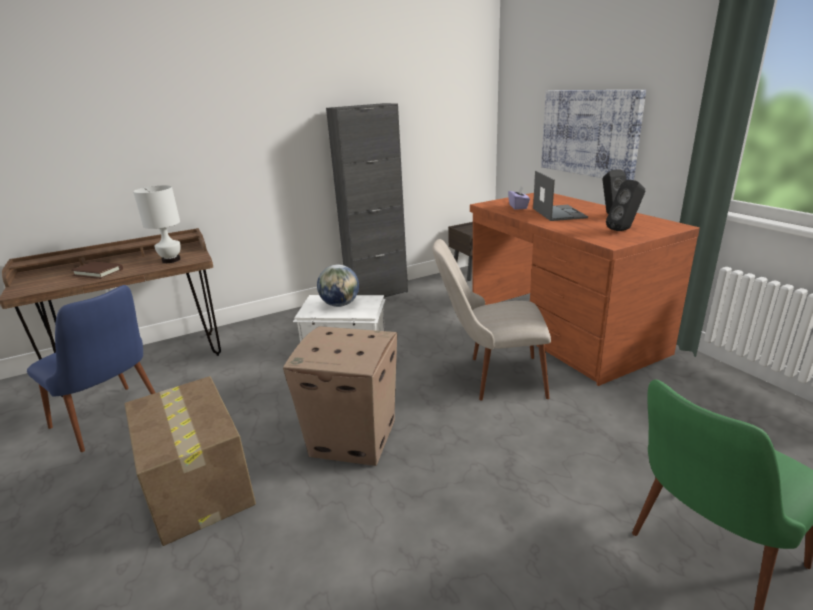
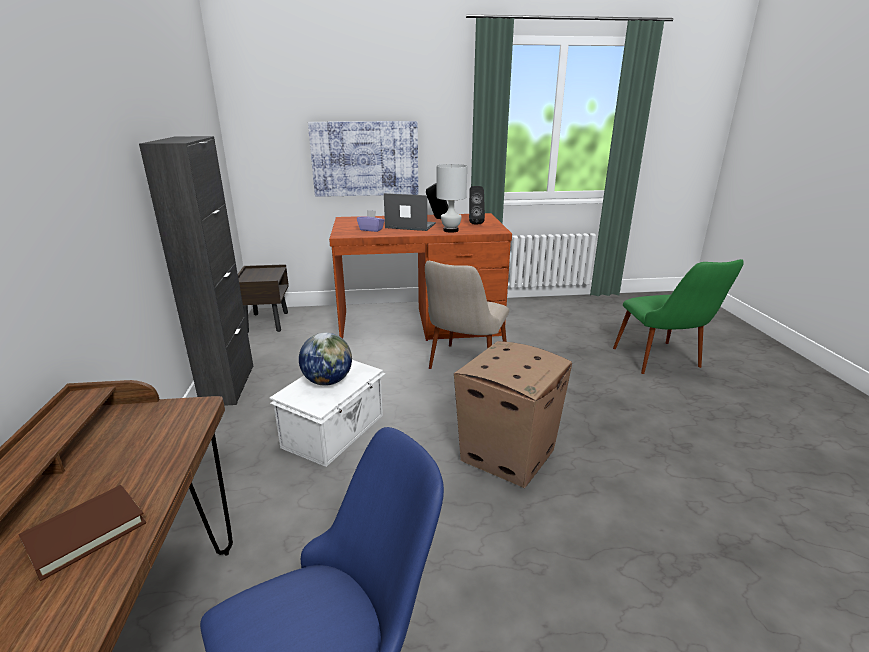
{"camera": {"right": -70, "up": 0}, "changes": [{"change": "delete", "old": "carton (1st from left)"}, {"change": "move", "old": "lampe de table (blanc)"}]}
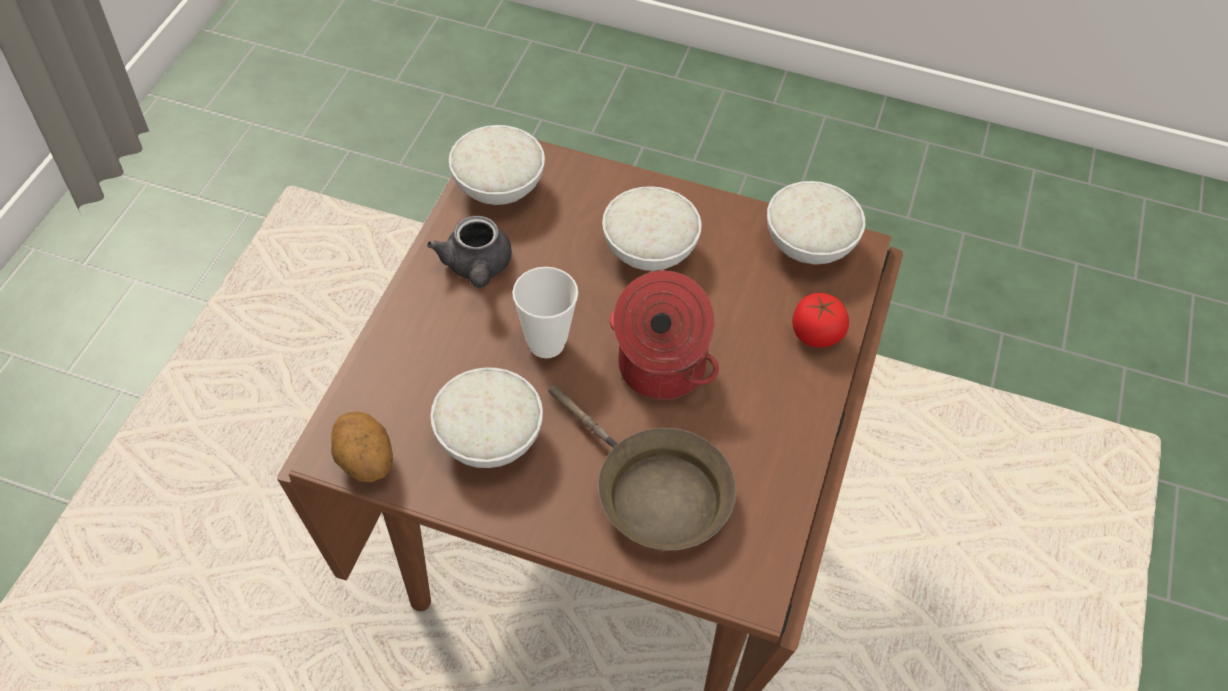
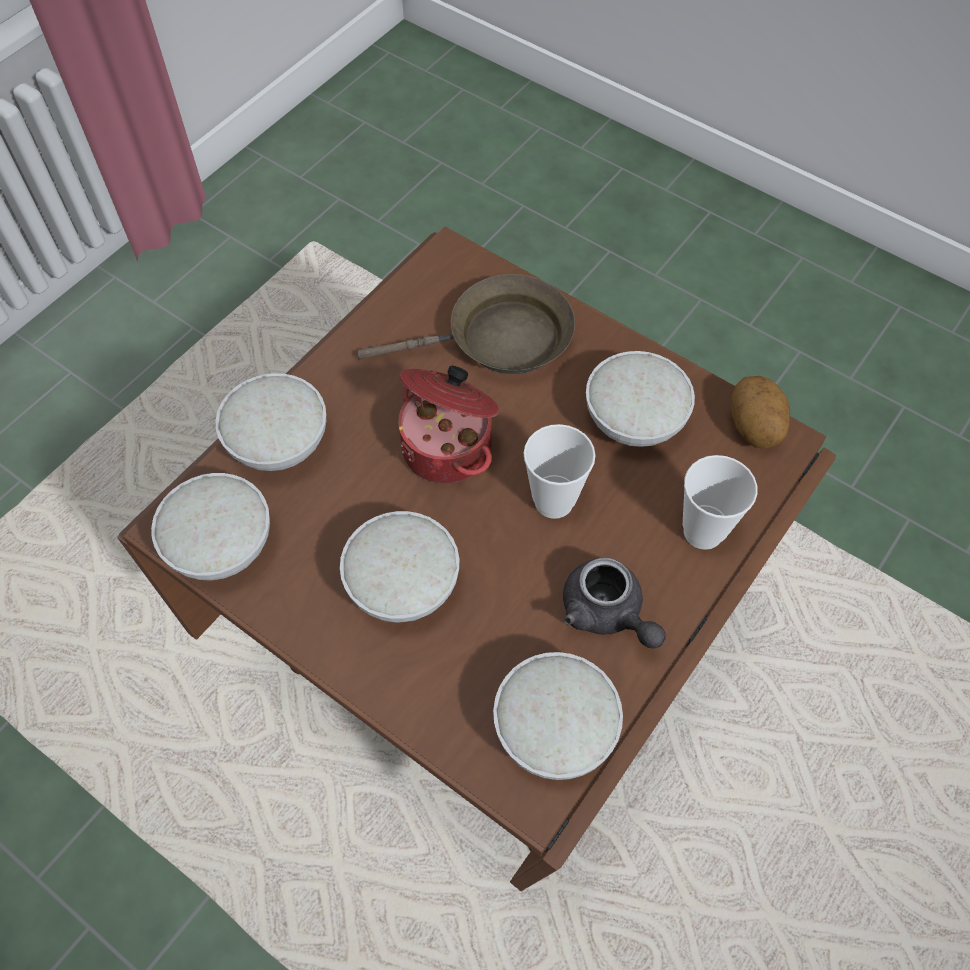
{"camera": {"right": -160, "up": 5}, "changes": [{"change": "rotate", "old": "théière (gris)", "degrees": 135}, {"change": "rotate", "old": "poêle (marron)", "degrees": 105}, {"change": "replace", "old": "tomate", "new": "bol (blanc) (2nd from left)"}, {"change": "insert", "new": "tasse (2nd from left)"}]}
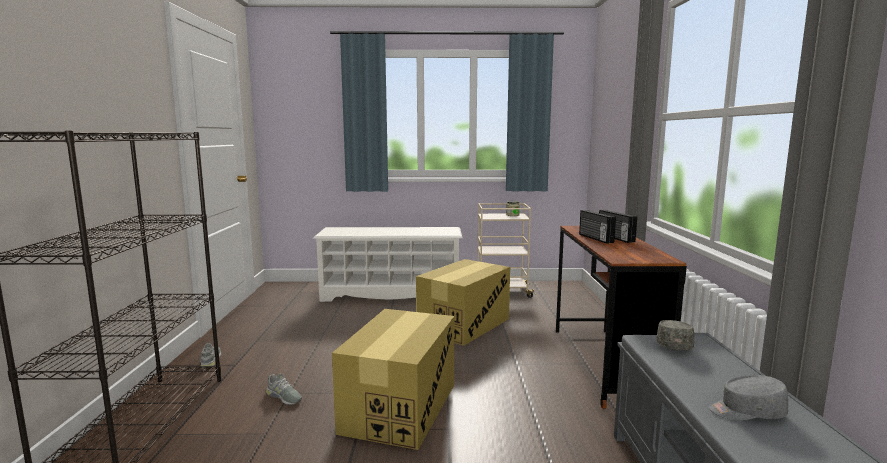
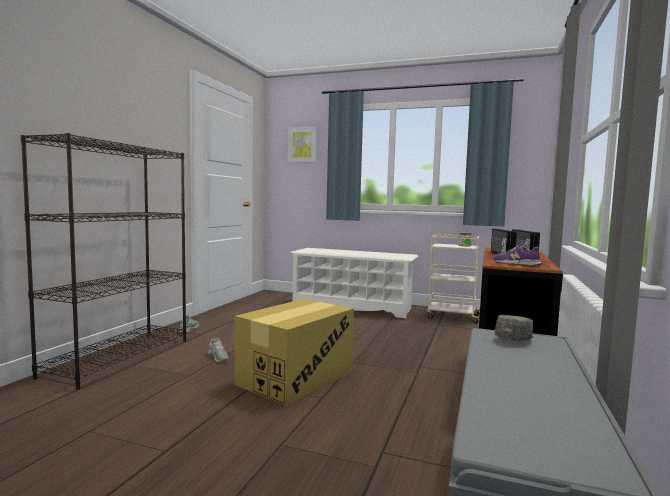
{"camera": {"right": 20, "up": -5}, "changes": [{"change": "delete", "old": "carton (2nd from left)"}, {"change": "delete", "old": "casquette (gris) (2nd from left)"}, {"change": "insert", "new": "tableau"}, {"change": "insert", "new": "chaussure (violet)"}]}
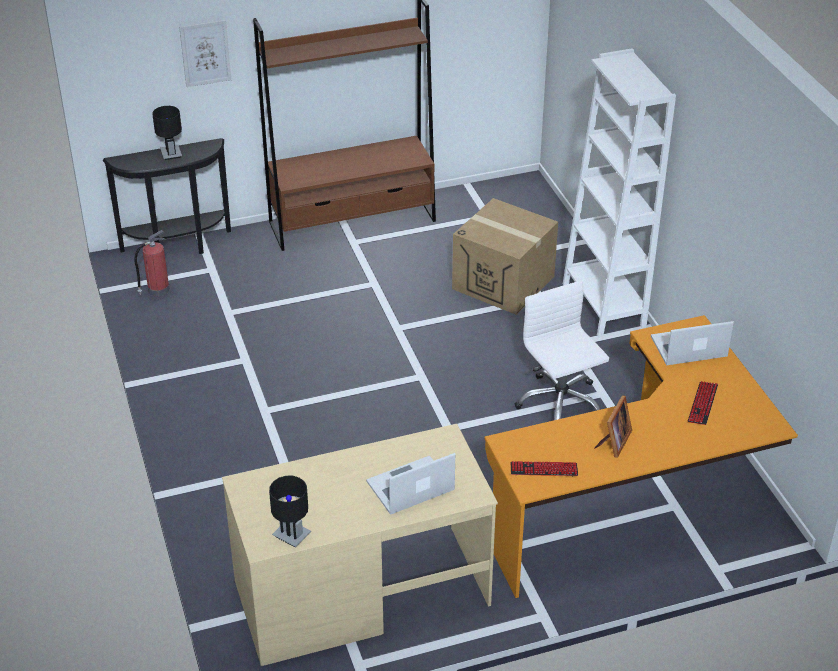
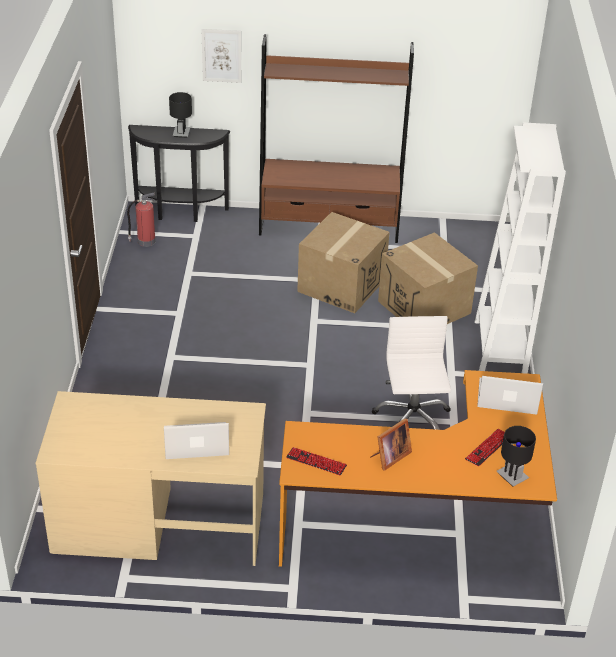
{"camera": {"right": 20, "up": 0}, "changes": [{"change": "move", "old": "lampe de table (noir) (2nd from left)"}, {"change": "insert", "new": "carton (1st from left)"}]}
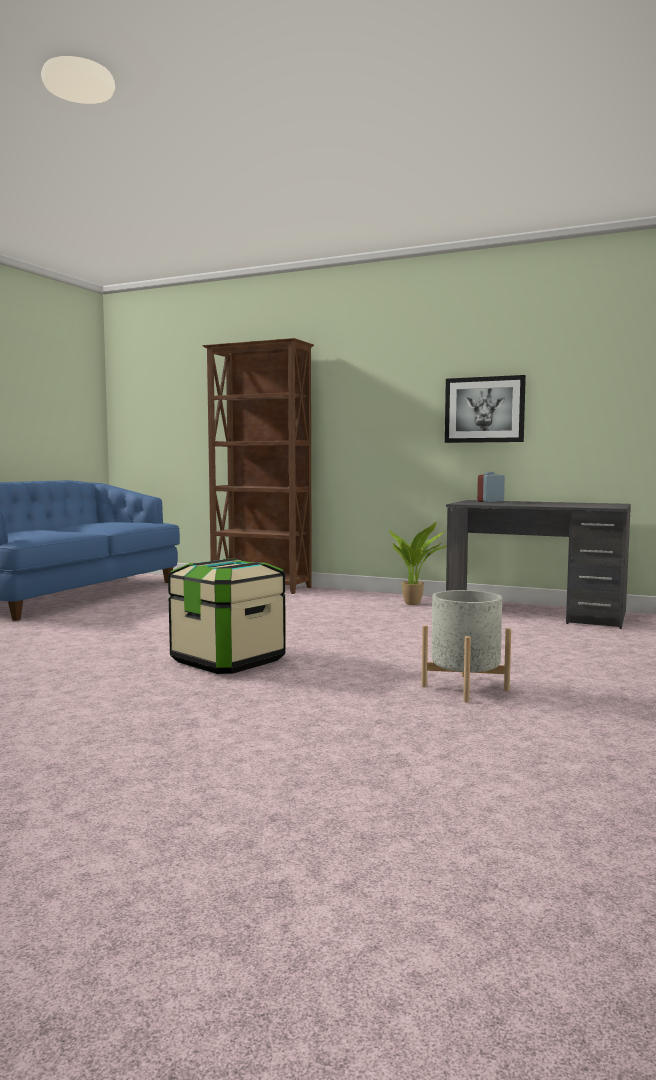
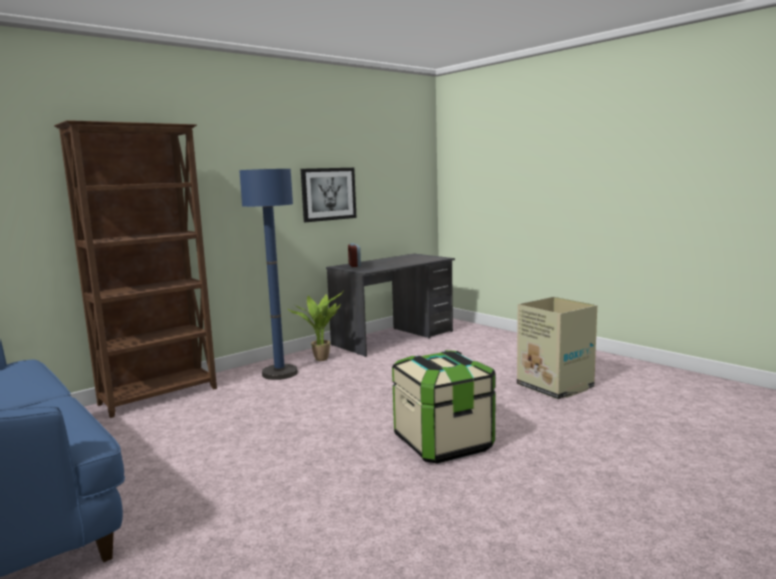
{"camera": {"right": -65, "up": 5}, "changes": [{"change": "replace", "old": "cache-pot (gris)", "new": "carton"}, {"change": "insert", "new": "lampadaire (bleu)"}]}
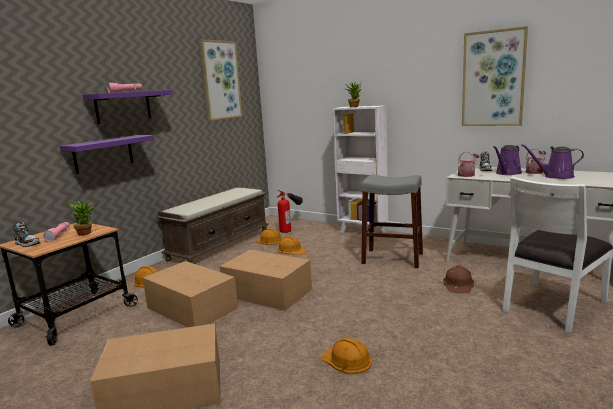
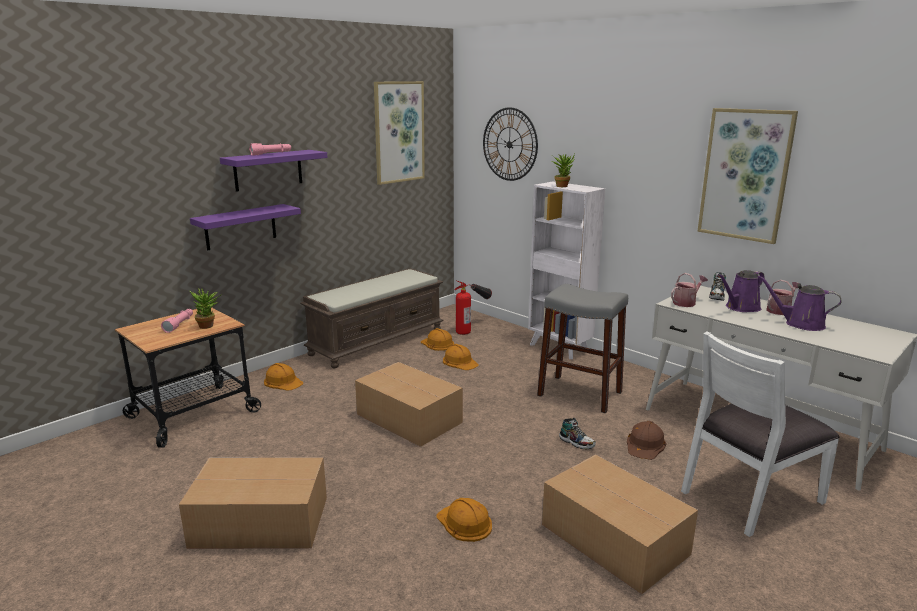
{"camera": {"right": 10, "up": 5}, "changes": [{"change": "move", "old": "chaussure (1st from left)"}, {"change": "move", "old": "carton (2nd from left in the first image)", "new": "carton (3rd from left)"}, {"change": "insert", "new": "horloge murale"}]}
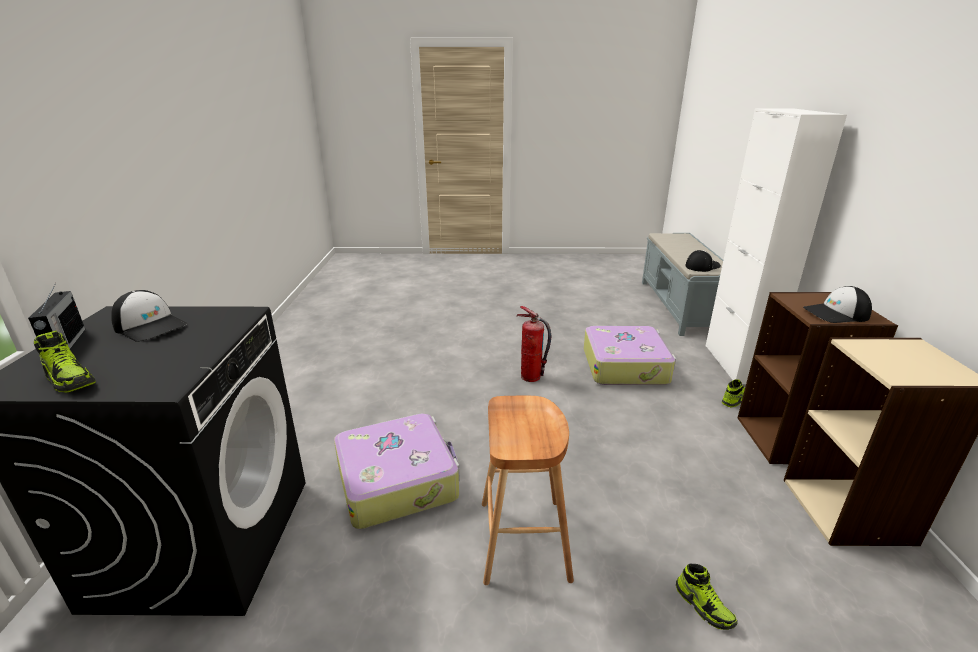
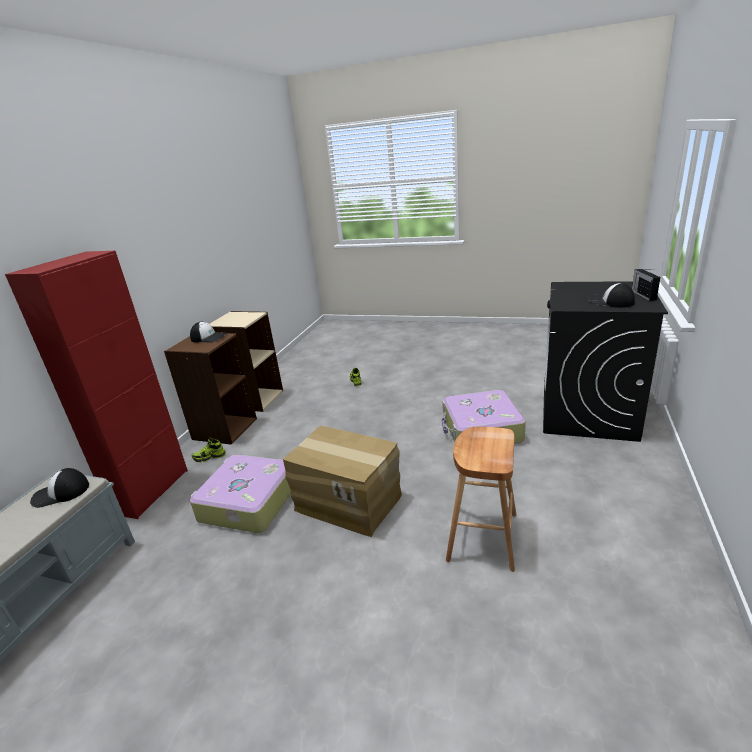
{"camera": {"right": -160, "up": 0}, "changes": [{"change": "delete", "old": "chaussure (1st from left)"}, {"change": "move", "old": "tabouret (marron)"}, {"change": "replace", "old": "extincteur", "new": "carton"}, {"change": "recolor", "old": "meuble de rangement (blanc)", "new": "meuble de rangement (rouge)"}]}
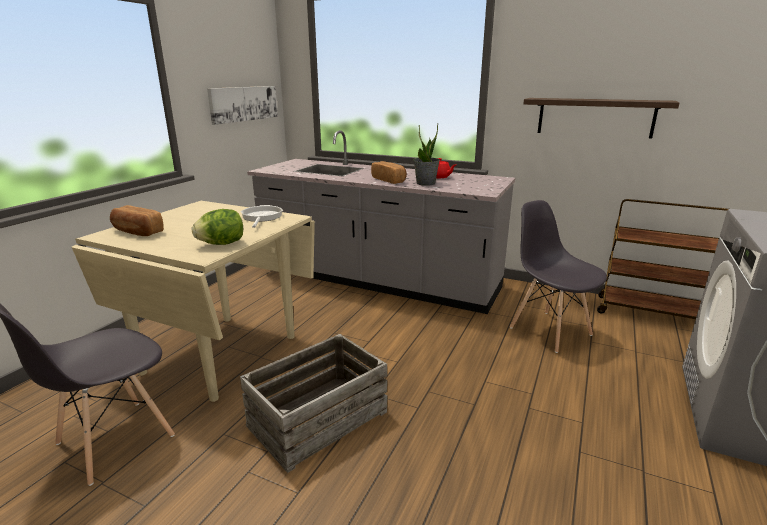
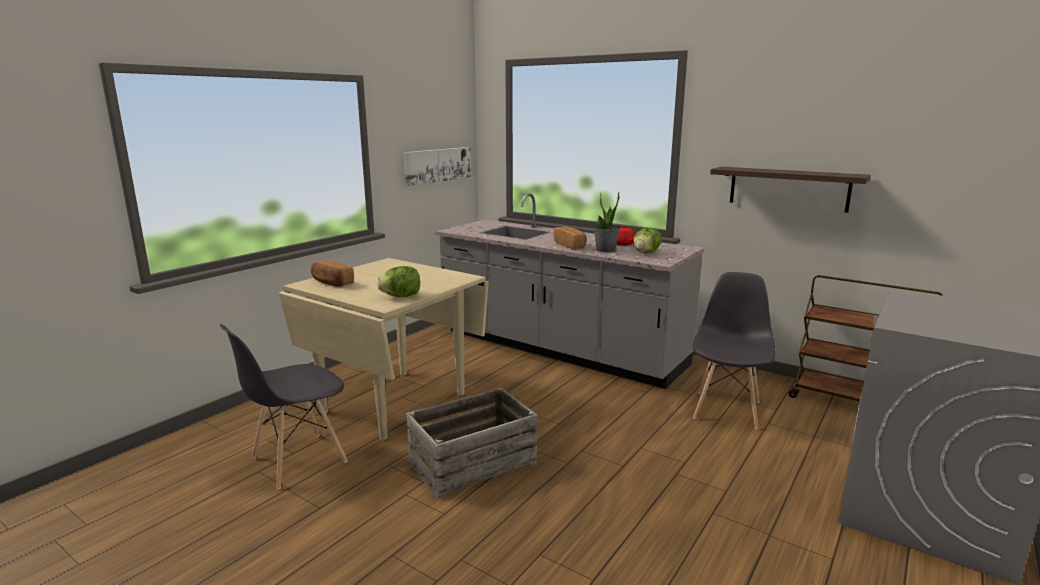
{"camera": {"right": 10, "up": -5}, "changes": [{"change": "delete", "old": "poêle"}, {"change": "rotate", "old": "chaise (gris) (2nd from left)", "degrees": 45}, {"change": "insert", "new": "laitue (2nd from left)"}]}
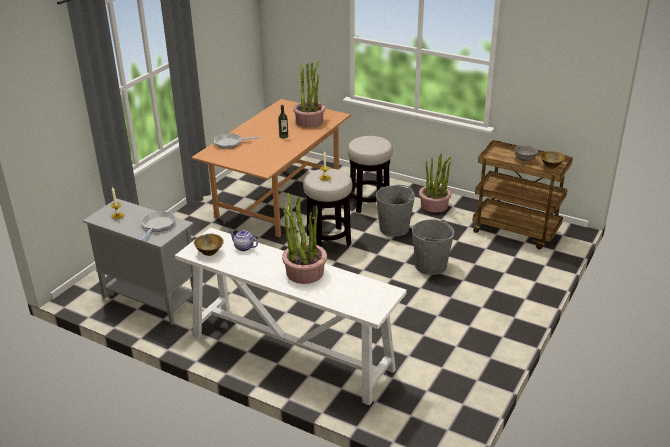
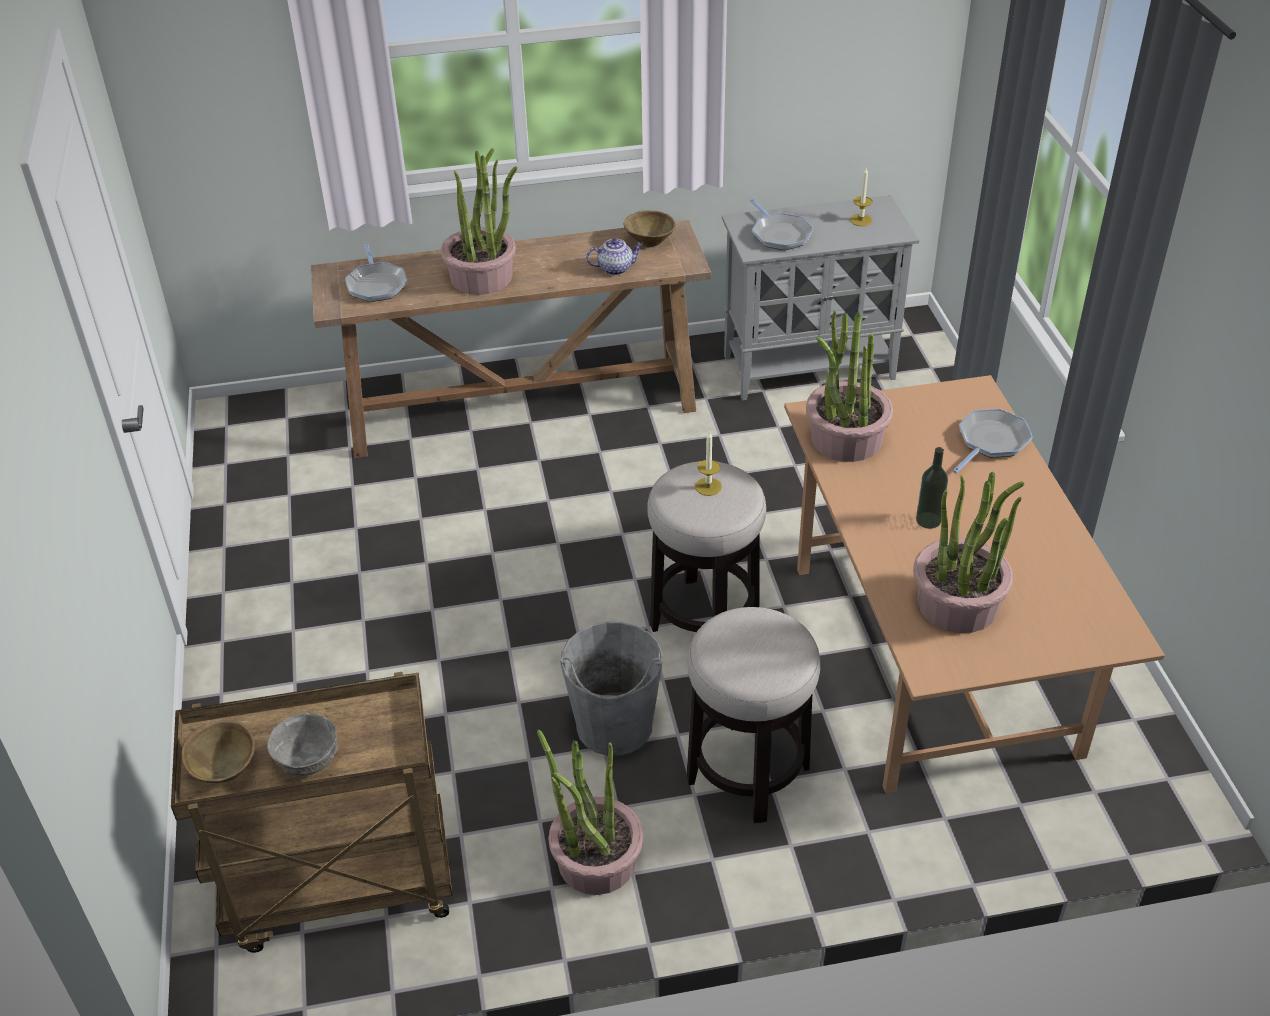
{"camera": {"right": 140, "up": 10}, "changes": [{"change": "recolor", "old": "table console (blanc)", "new": "table console (marron)"}, {"change": "delete", "old": "seau (gris) (2nd from left)"}, {"change": "insert", "new": "poêle (1st from left)"}, {"change": "insert", "new": "plante en pot (3rd from left)"}]}
